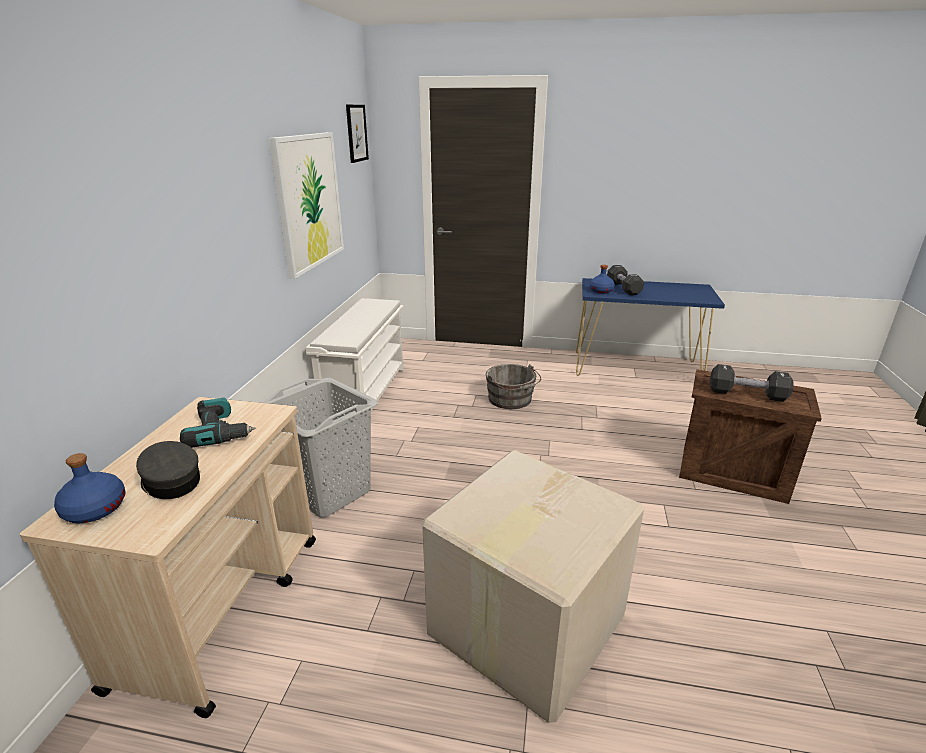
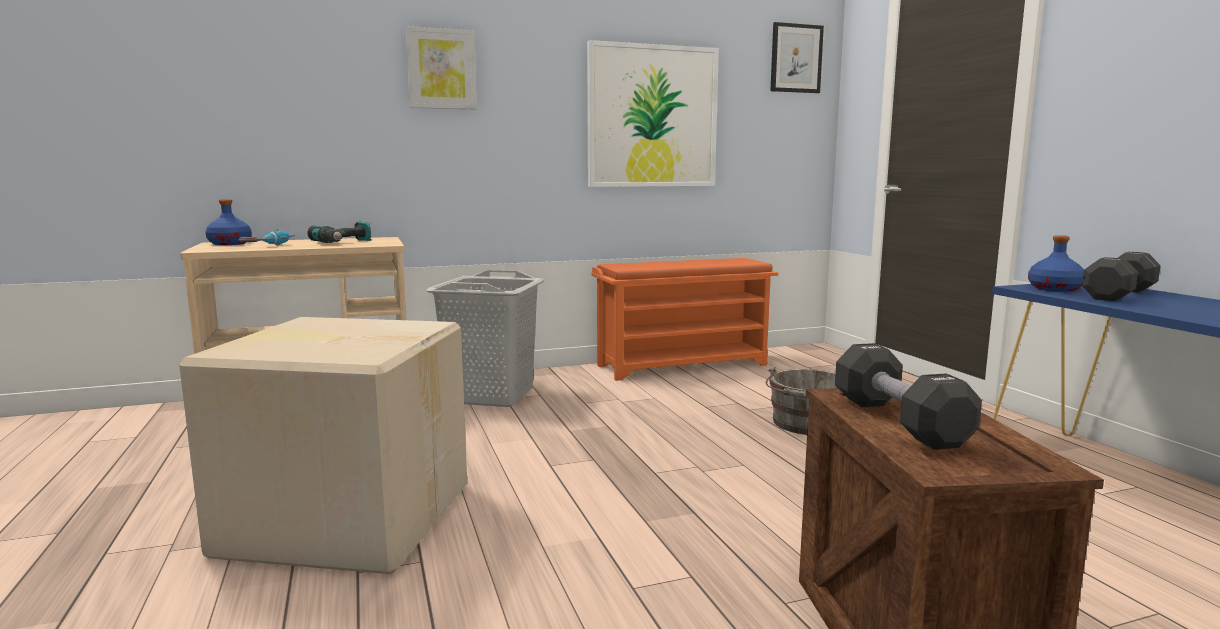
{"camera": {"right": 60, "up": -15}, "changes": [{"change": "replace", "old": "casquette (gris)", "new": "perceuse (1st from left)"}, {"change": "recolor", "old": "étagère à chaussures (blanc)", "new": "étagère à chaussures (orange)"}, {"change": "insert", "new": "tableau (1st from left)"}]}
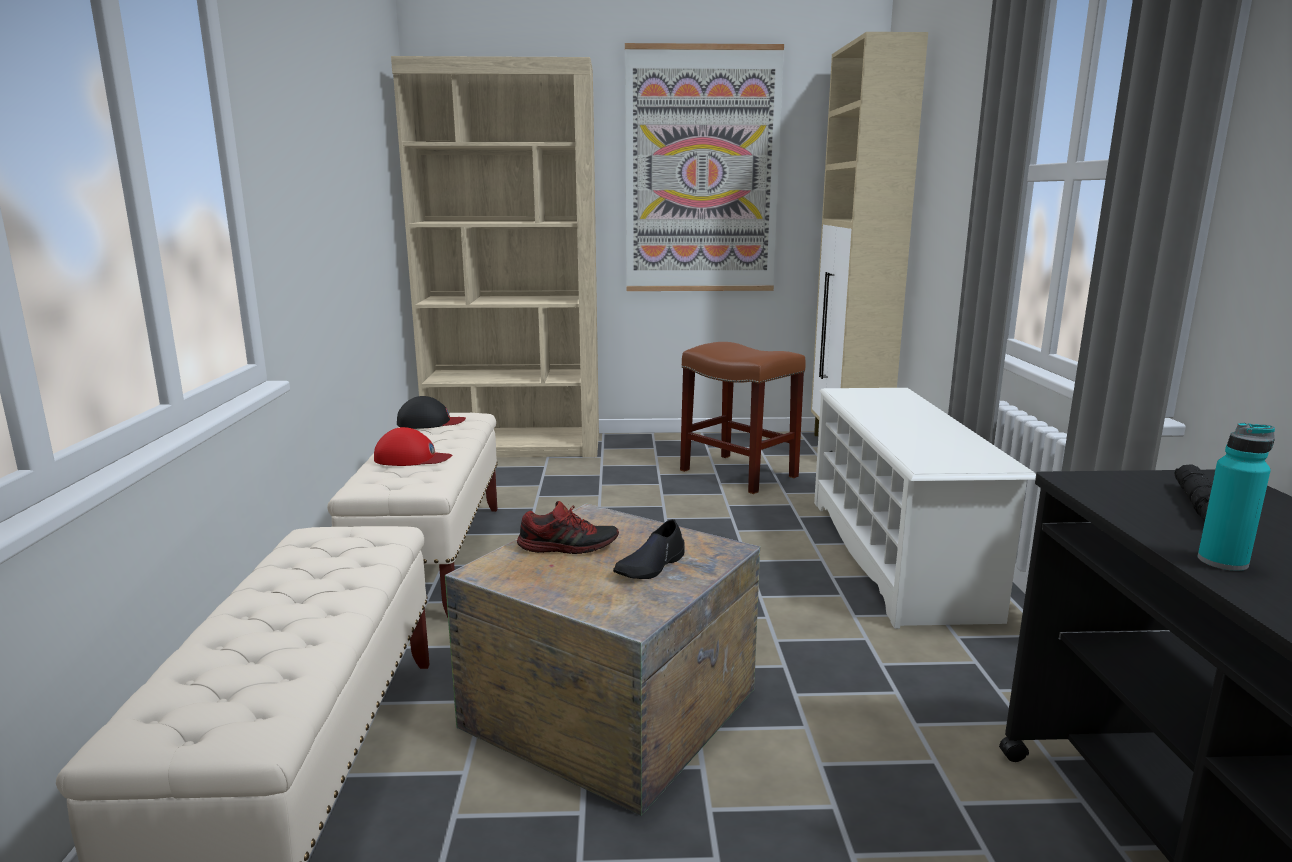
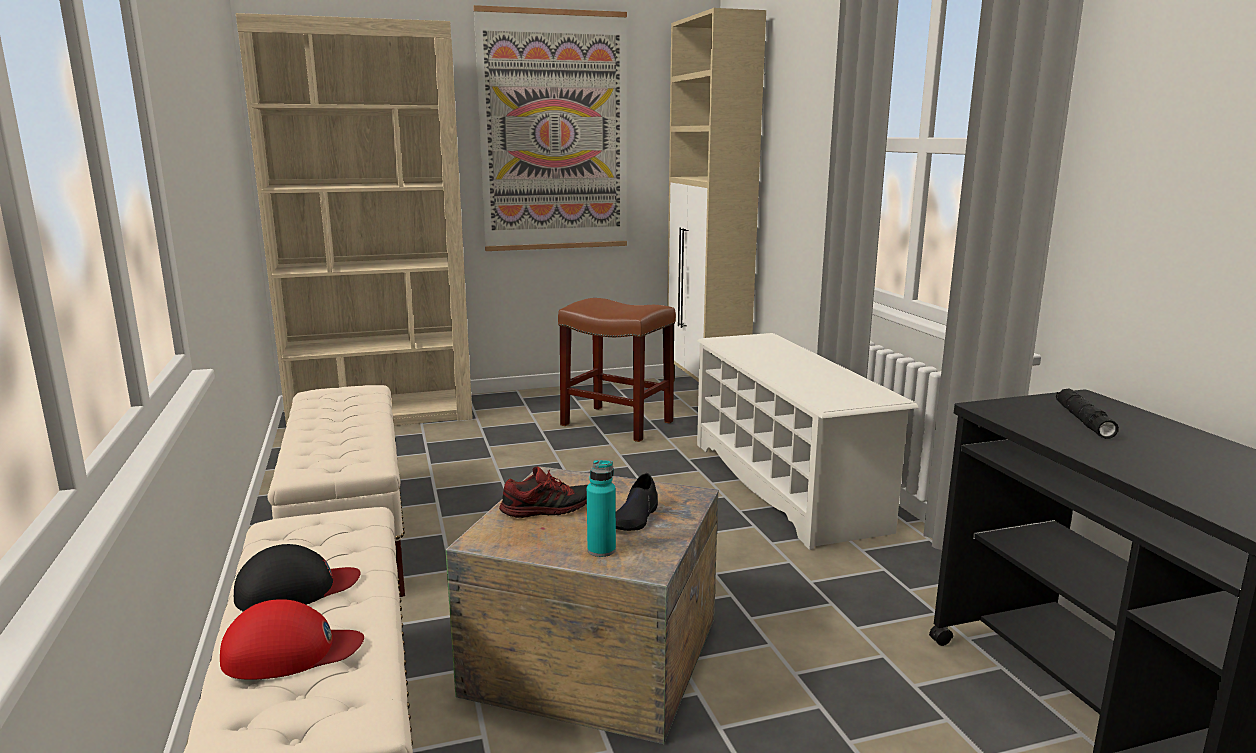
{"camera": {"right": -15, "up": 0}, "changes": [{"change": "move", "old": "casquette (rouge)"}, {"change": "move", "old": "casquette (noir)"}, {"change": "move", "old": "bouteille (turquoise)"}]}
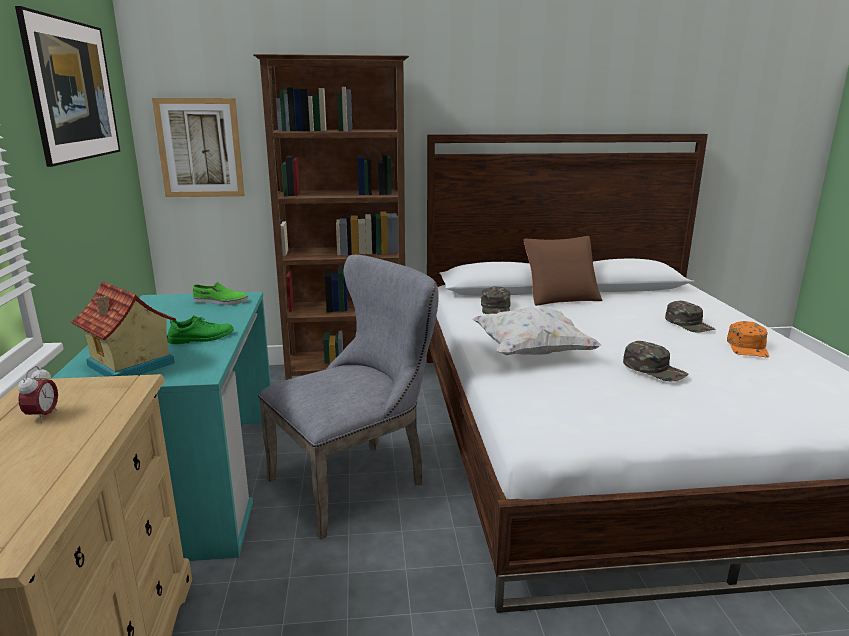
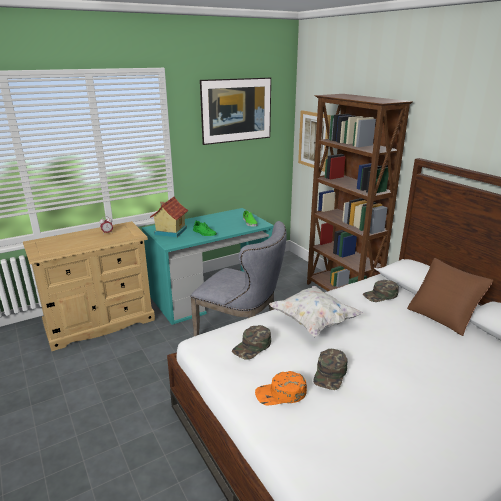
{"camera": {"right": 65, "up": 5}, "changes": [{"change": "move", "old": "casquette (vert) (3rd from left in the first image)", "new": "casquette (vert) (1st from left)"}, {"change": "move", "old": "casquette (orange)"}]}
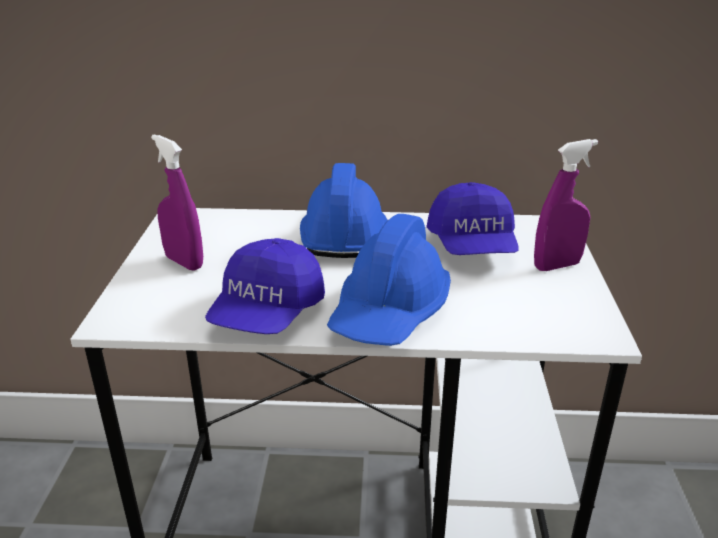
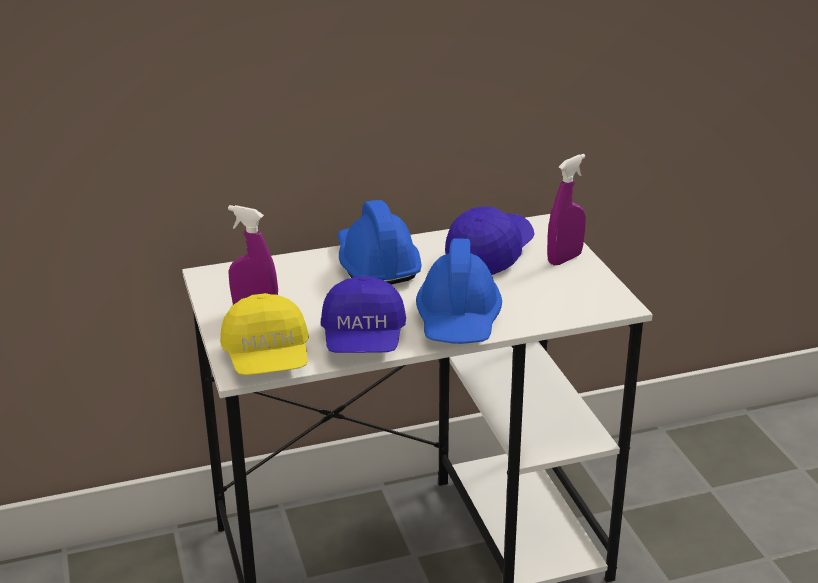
{"camera": {"right": -20, "up": 0}, "changes": [{"change": "rotate", "old": "casquette (bleu) (2nd from left)", "degrees": -120}, {"change": "insert", "new": "casquette (jaune)"}]}
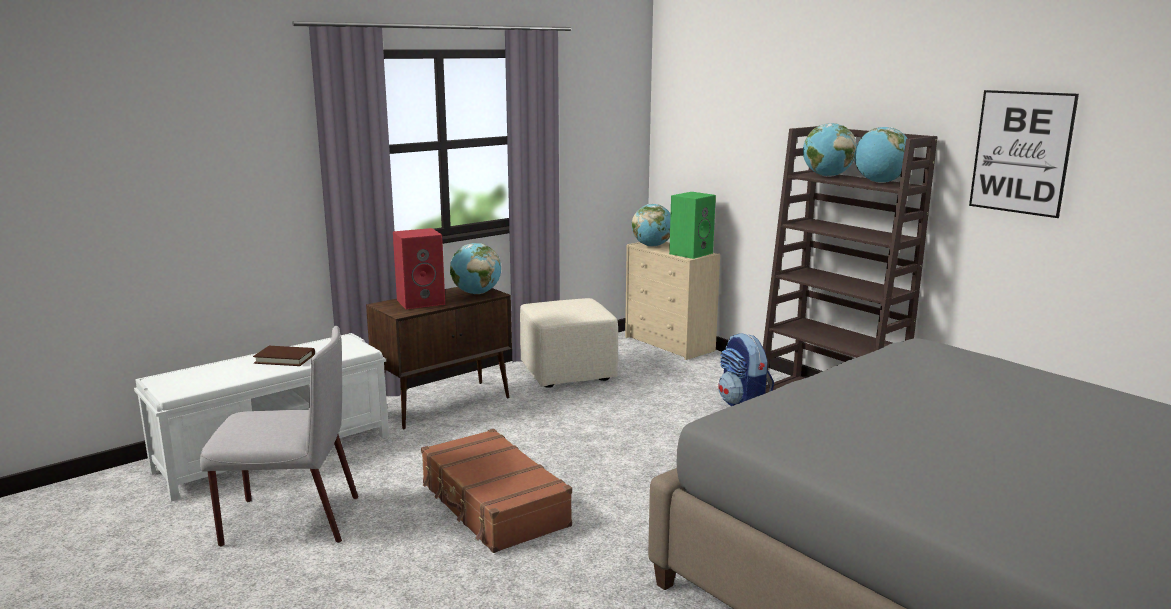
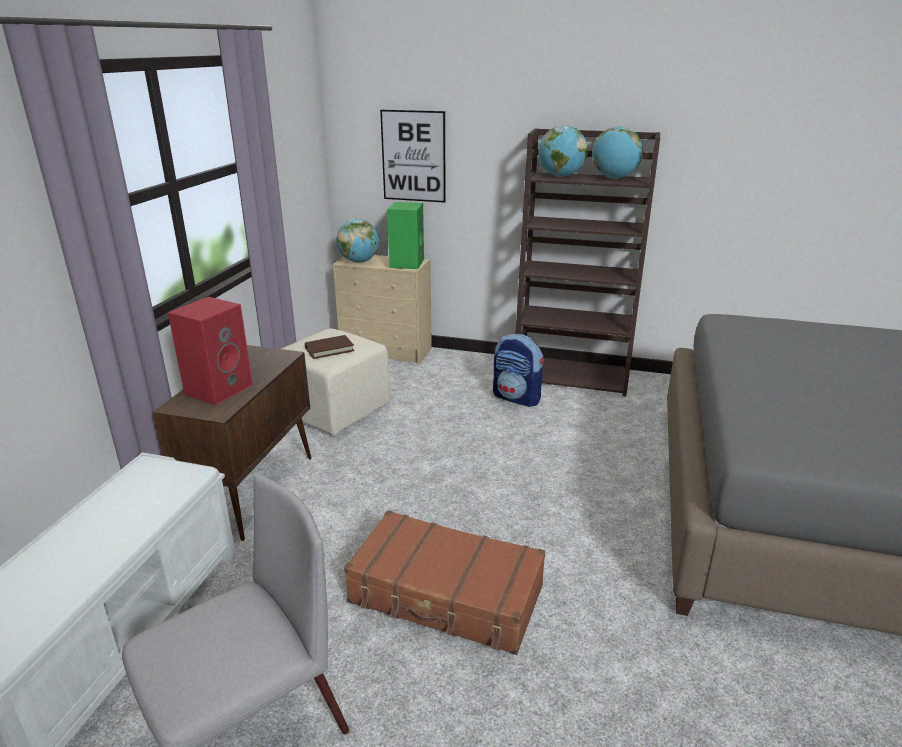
{"camera": {"right": -35, "up": 10}, "changes": [{"change": "move", "old": "livre (marron)"}, {"change": "delete", "old": "globe (1st from left)"}, {"change": "move", "old": "tableau"}]}
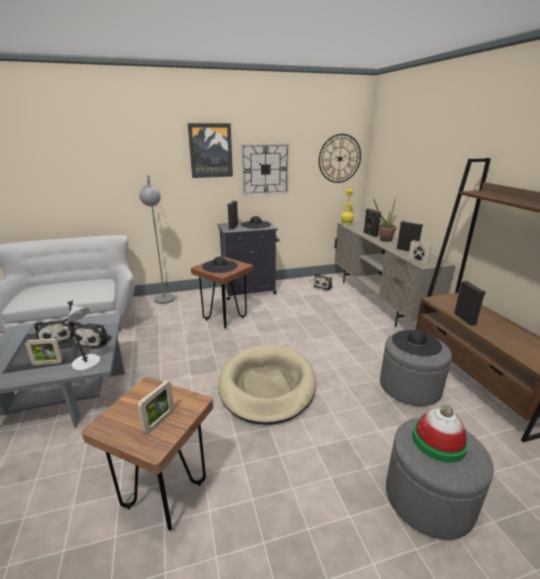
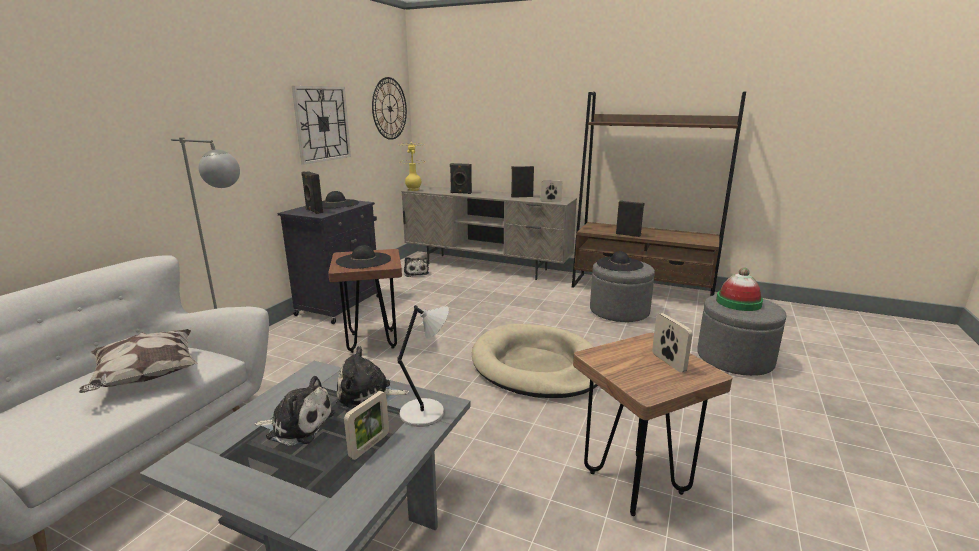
{"camera": {"right": -50, "up": -5}, "changes": [{"change": "rotate", "old": "peluche (2nd from left)", "degrees": 135}, {"change": "delete", "old": "tableau"}, {"change": "delete", "old": "plante en pot"}, {"change": "insert", "new": "coussin"}]}
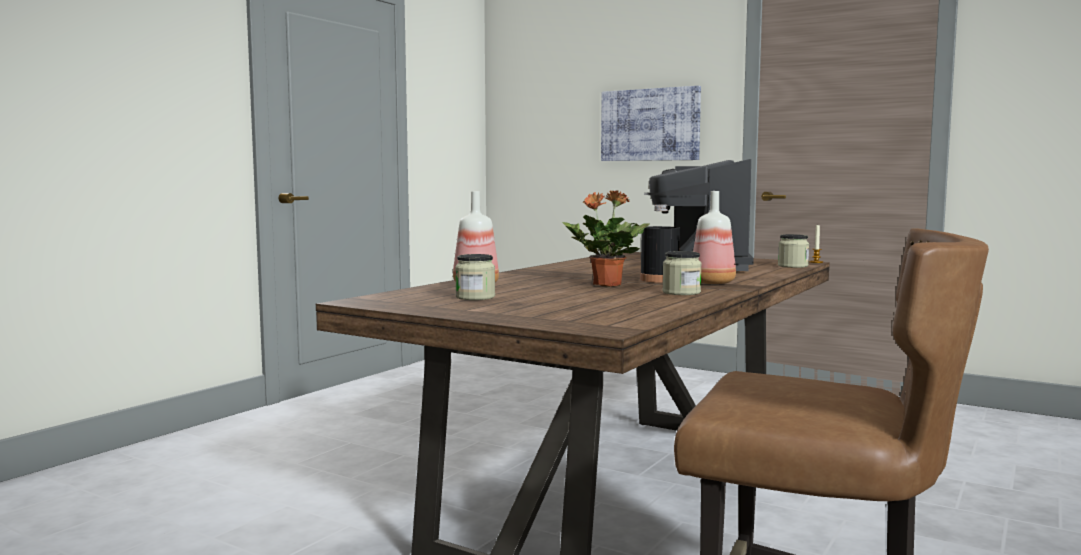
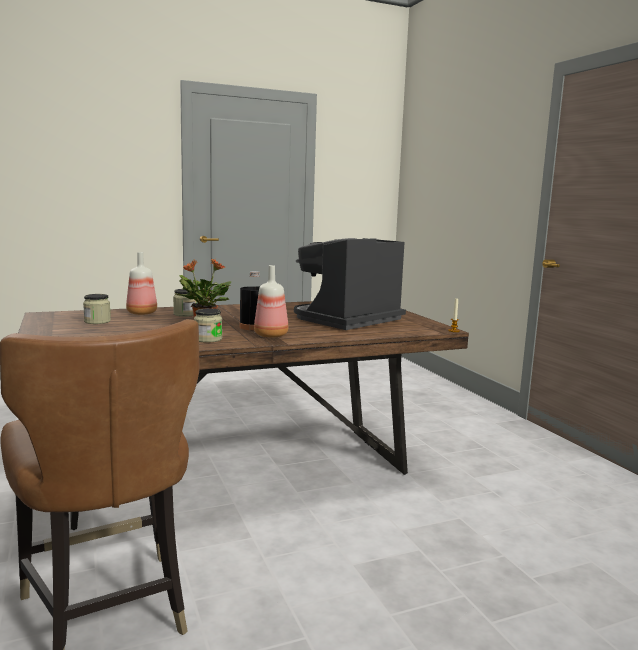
{"camera": {"right": 35, "up": 5}, "changes": [{"change": "delete", "old": "tableau"}, {"change": "move", "old": "bocal (3rd from left in the first image)", "new": "bocal (2nd from left)"}]}
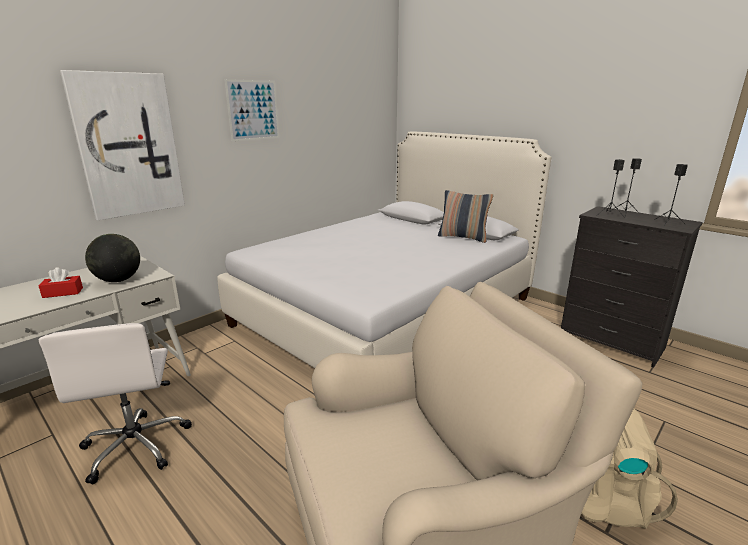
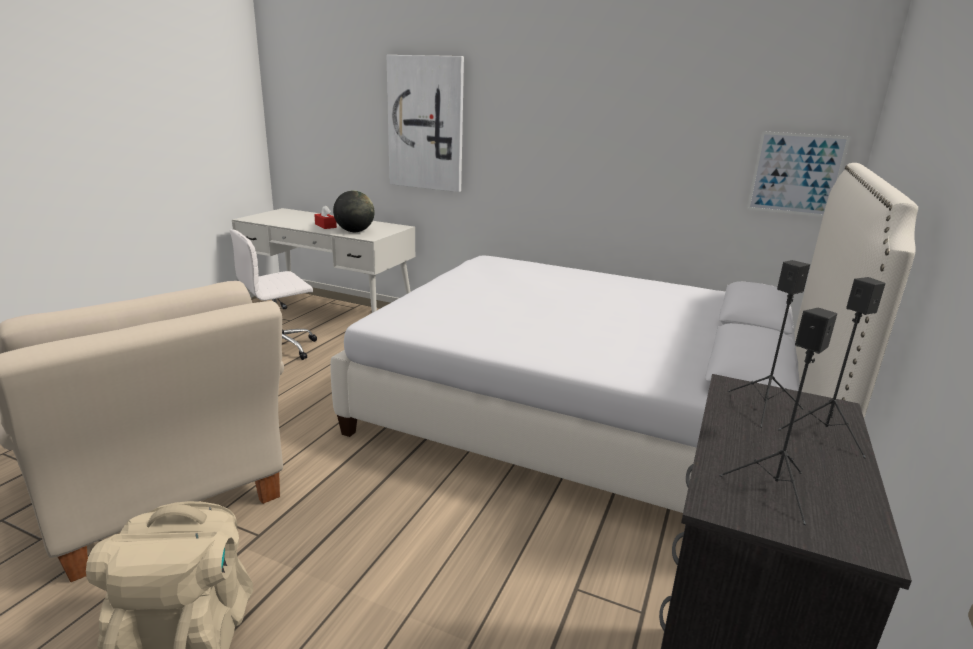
{"camera": {"right": 70, "up": 0}, "changes": [{"change": "move", "old": "tableau (2nd from left)"}, {"change": "delete", "old": "coussin"}]}
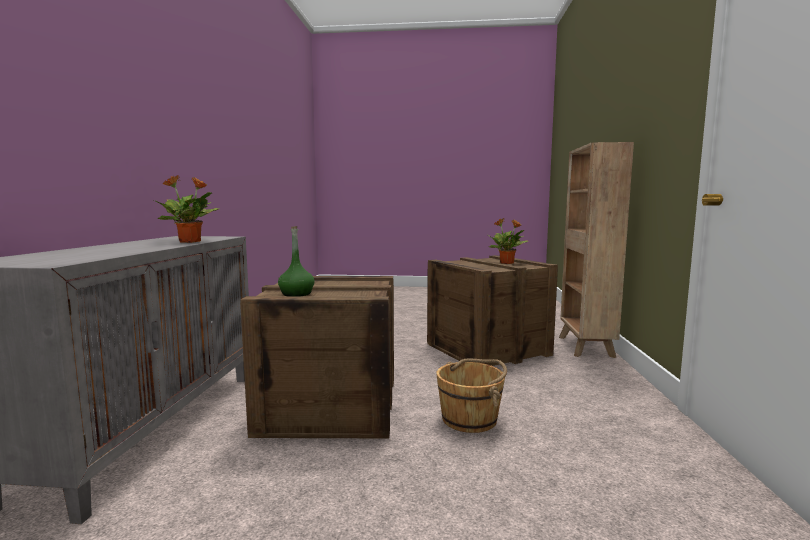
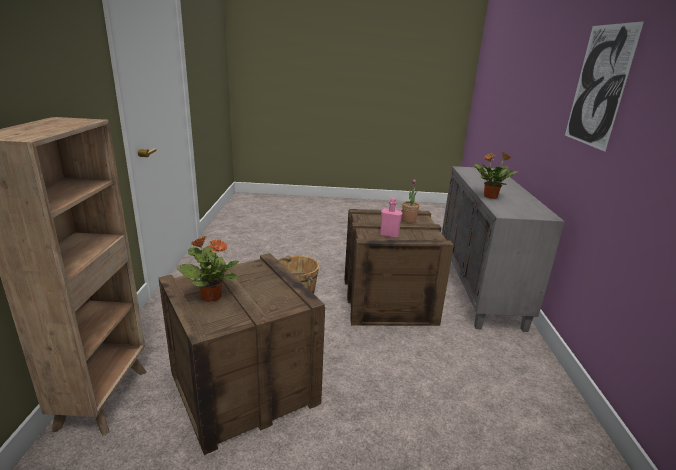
{"camera": {"right": 175, "up": 15}, "changes": [{"change": "replace", "old": "bouteille (vert)", "new": "plante en pot (2nd from left)"}, {"change": "insert", "new": "bouteille (rose)"}, {"change": "insert", "new": "tableau"}]}
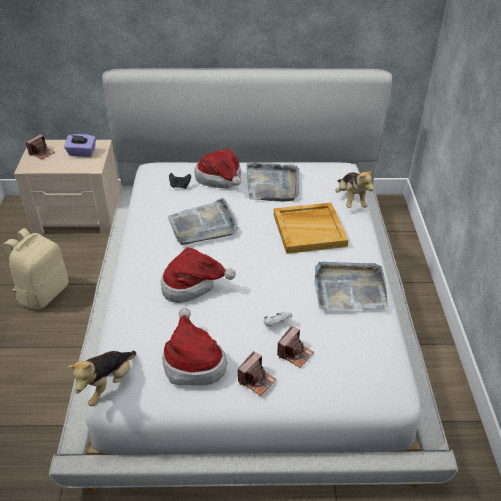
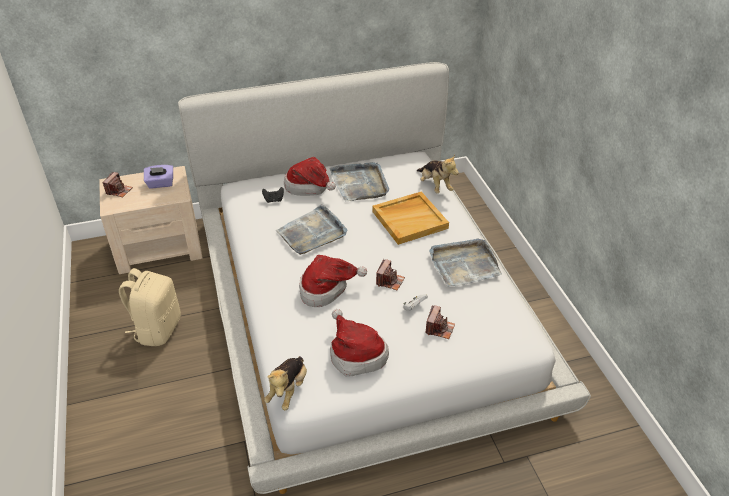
{"camera": {"right": -15, "up": 0}, "changes": [{"change": "move", "old": "appareil photo (2nd from left)"}]}
